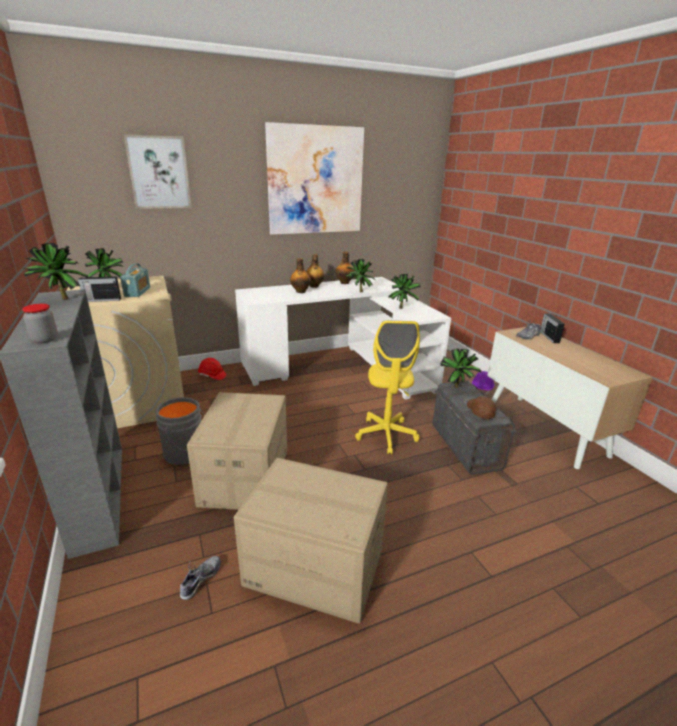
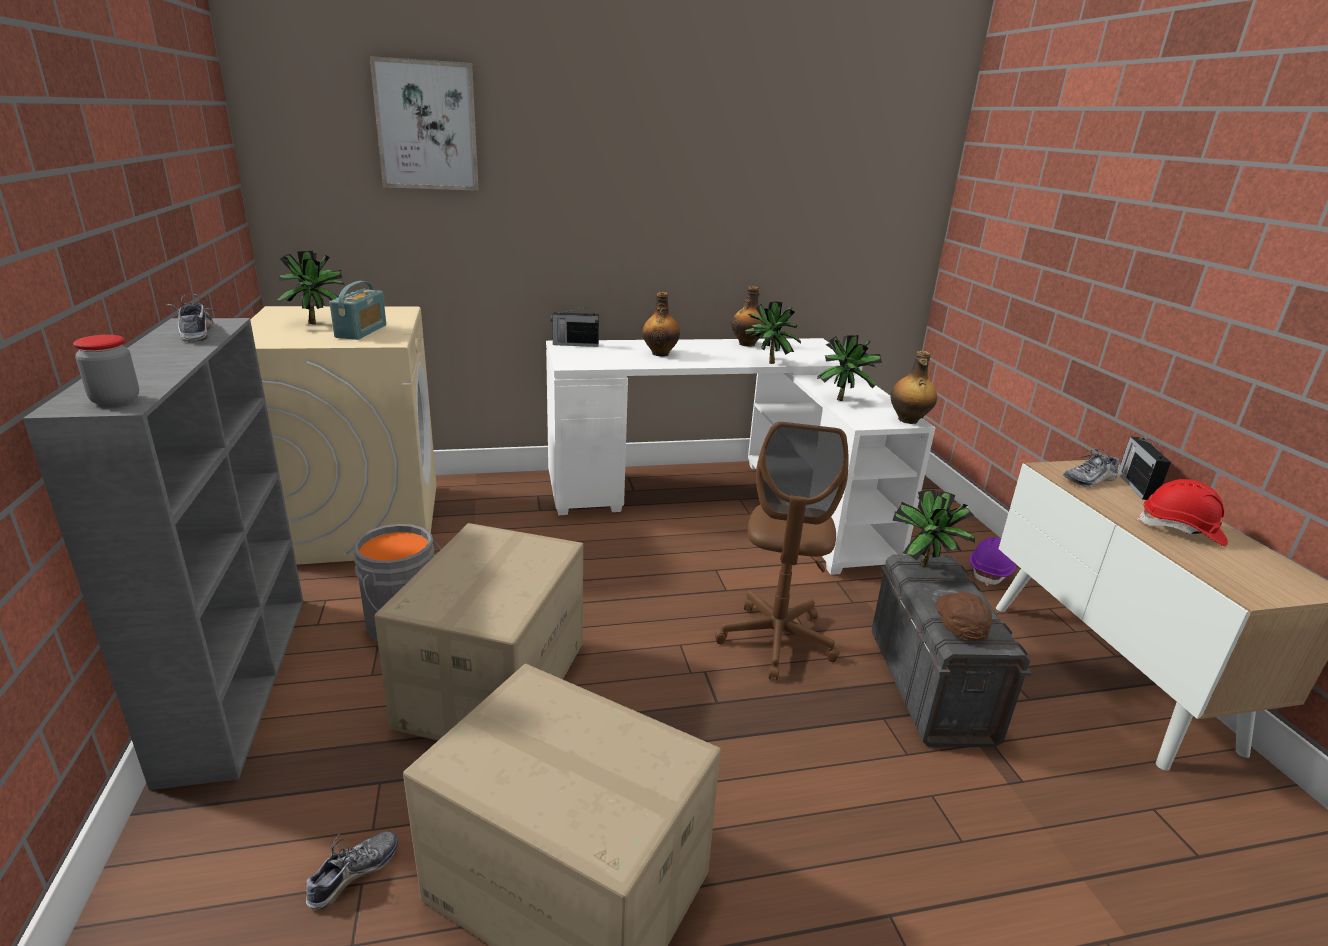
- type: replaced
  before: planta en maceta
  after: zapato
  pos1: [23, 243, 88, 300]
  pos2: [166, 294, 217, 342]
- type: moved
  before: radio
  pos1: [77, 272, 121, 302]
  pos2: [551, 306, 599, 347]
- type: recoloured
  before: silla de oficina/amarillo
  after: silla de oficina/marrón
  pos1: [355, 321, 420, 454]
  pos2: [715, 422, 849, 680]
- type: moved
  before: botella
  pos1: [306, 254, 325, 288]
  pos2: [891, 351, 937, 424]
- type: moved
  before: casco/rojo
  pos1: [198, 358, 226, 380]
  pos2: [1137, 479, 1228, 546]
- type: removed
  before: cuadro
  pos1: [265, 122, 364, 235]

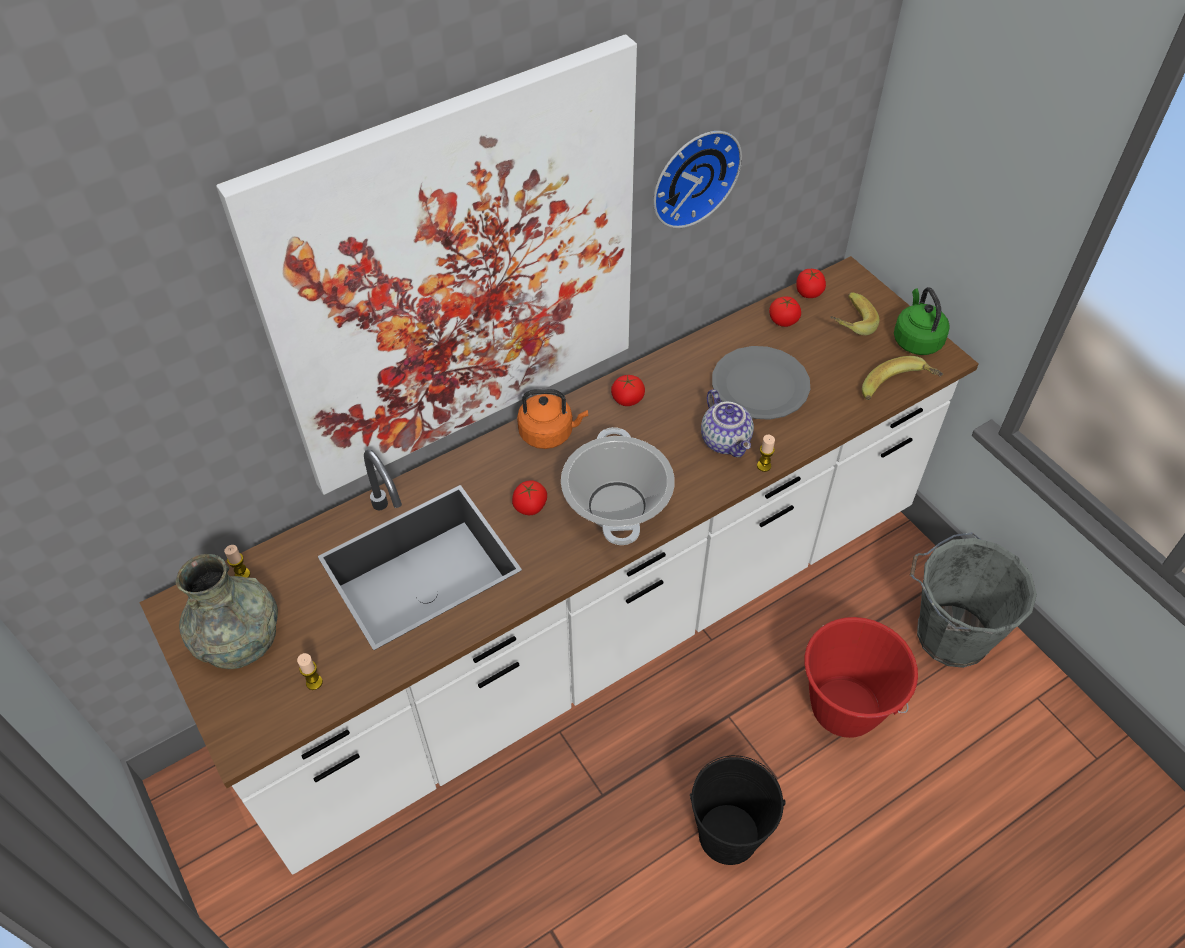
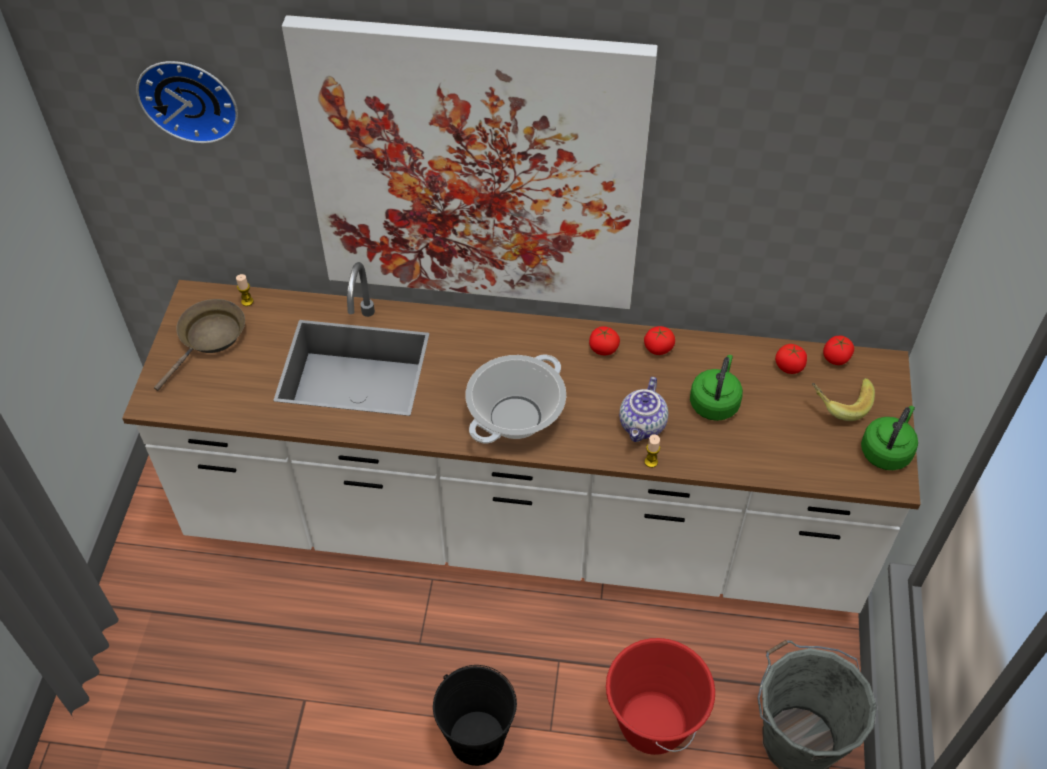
- type: moved
  before: reloj de pared
  pos1: [653, 131, 742, 228]
  pos2: [136, 61, 238, 144]
- type: replaced
  before: florero/gris
  after: sartén/marrón
  pos1: [176, 554, 278, 669]
  pos2: [154, 299, 245, 391]
- type: moved
  before: tomate
  pos1: [512, 480, 547, 515]
  pos2: [644, 326, 675, 355]
- type: replaced
  before: plato/gris
  after: hervidor/verde
  pos1: [712, 346, 810, 420]
  pos2: [690, 355, 743, 421]
- type: removed
  before: vela
  pos1: [297, 653, 323, 690]
- type: removed
  before: hervidor/naranja
  pos1: [517, 389, 588, 449]
- type: removed
  before: plátano
  pos1: [862, 356, 943, 400]

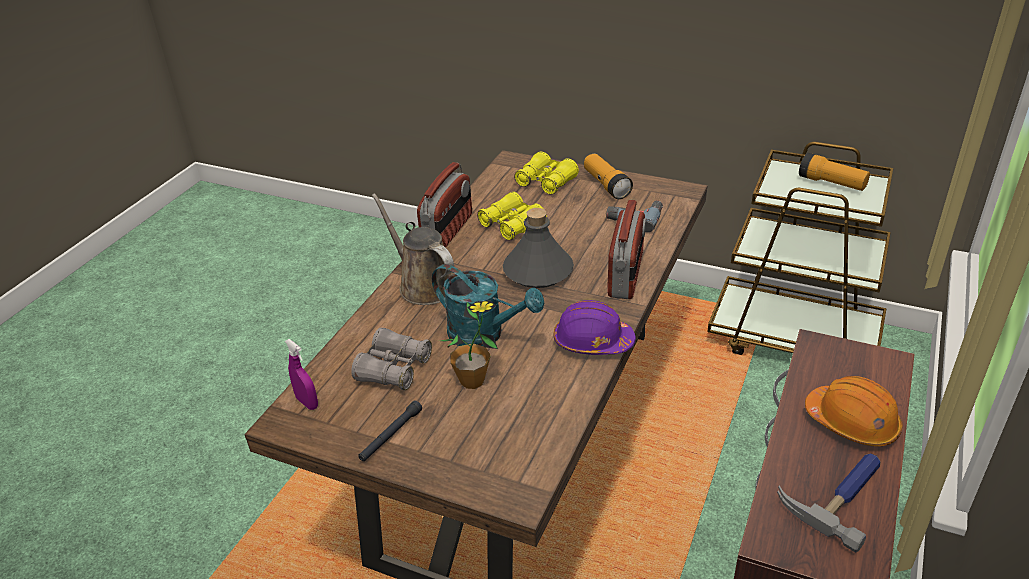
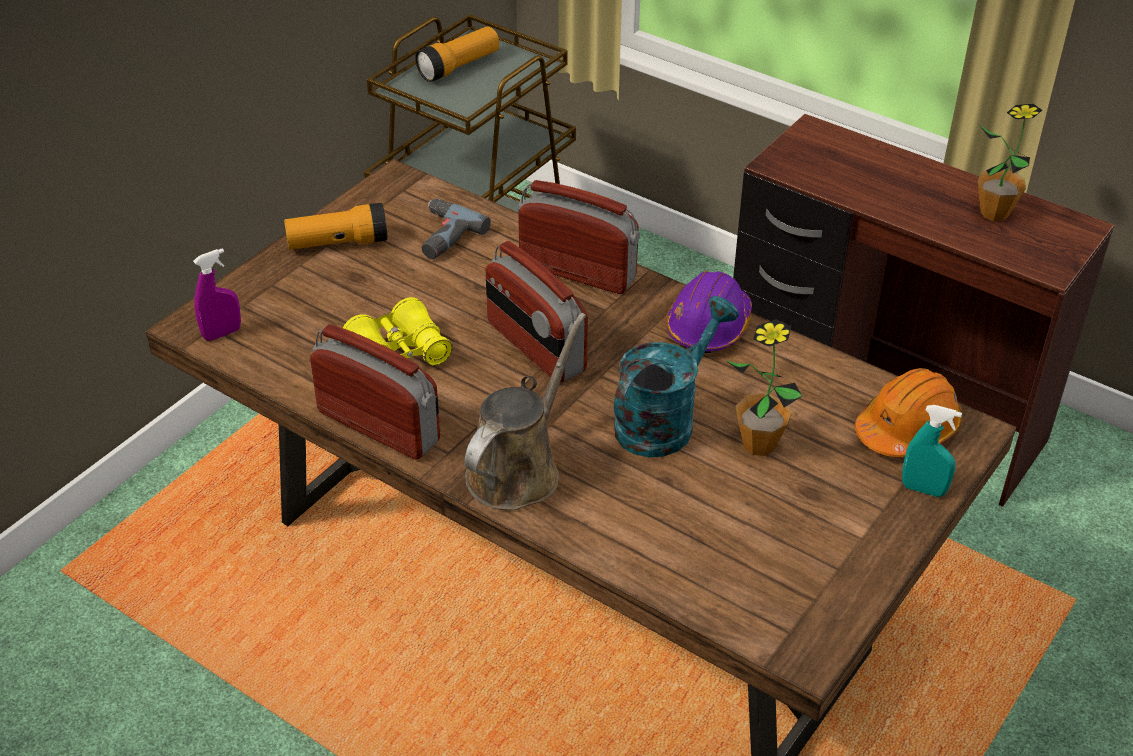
- type: moved
  before: pulverizador/morado
  pos1: [285, 339, 318, 410]
  pos2: [193, 248, 241, 341]
- type: turned
  before: regadera/marrón
  pos1: [372, 193, 454, 305]
  pos2: [465, 313, 586, 510]
  turn: 150
- type: replaced
  before: botella/gris
  after: radio
  pos1: [503, 208, 574, 288]
  pos2: [486, 241, 588, 383]
- type: moved
  before: casco/naranja
  pos1: [805, 376, 903, 446]
  pos2: [855, 368, 963, 457]
- type: added
  after: pulverizador/turquesa
  pos2: [902, 405, 962, 497]
- type: replaced
  before: martillo
  after: planta en maceta
  pos1: [777, 454, 880, 553]
  pos2: [978, 104, 1042, 221]
- type: removed
  before: prismáticos/gris
  pos1: [351, 328, 432, 390]
- type: removed
  before: linterna/negro
  pos1: [358, 400, 422, 461]
- type: removed
  before: prismáticos/amarillo
  pos1: [514, 152, 579, 194]

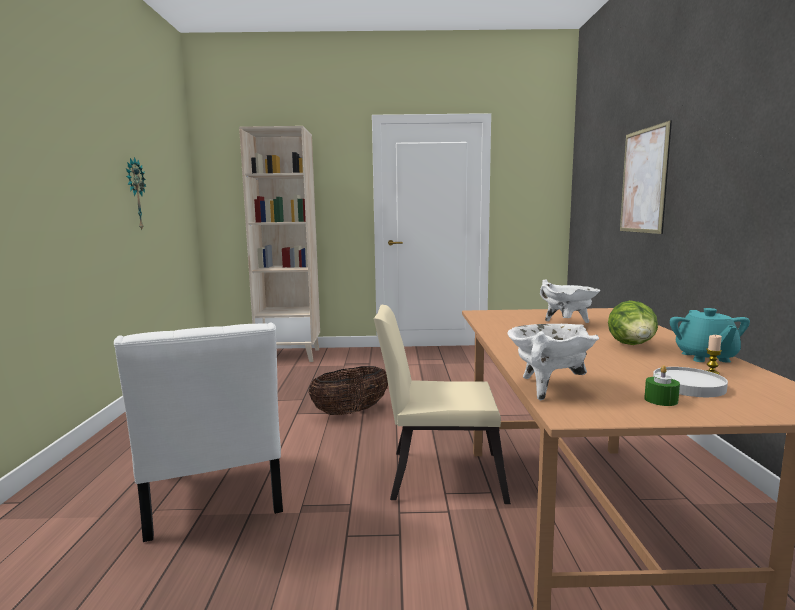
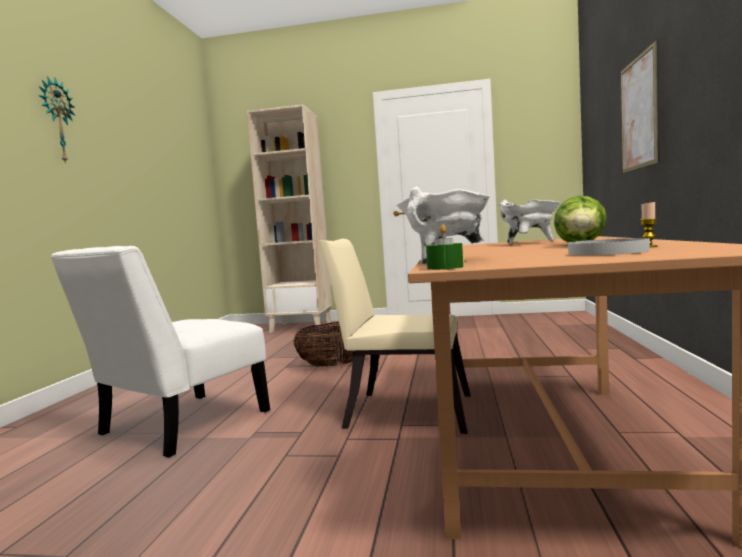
- type: moved
  before: reloj de pared
  pos1: [126, 157, 146, 230]
  pos2: [38, 76, 75, 164]
- type: turned
  before: silla/blanco
  pos1: [114, 322, 283, 542]
  pos2: [50, 246, 270, 458]
  turn: 45
- type: moved
  before: vela/verde
  pos1: [644, 365, 680, 406]
  pos2: [426, 225, 463, 270]
- type: removed
  before: tetera/turquesa
  pos1: [670, 308, 750, 363]

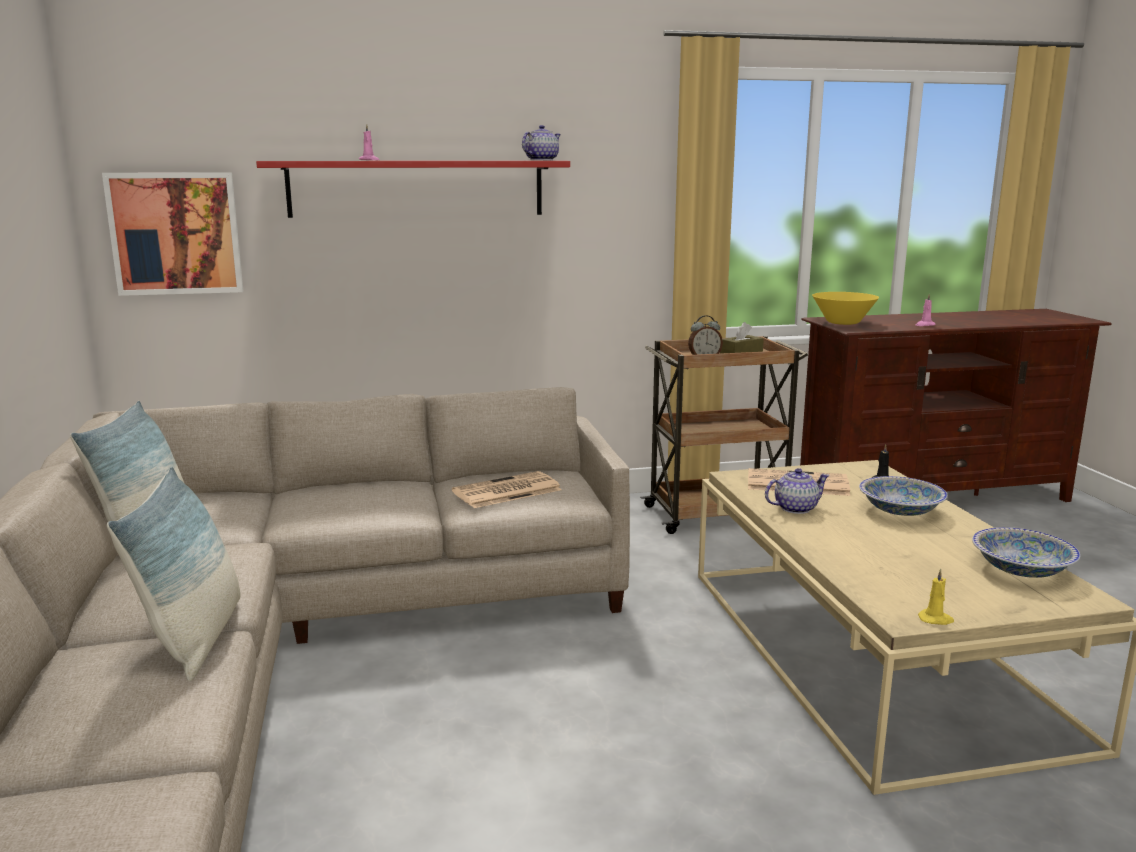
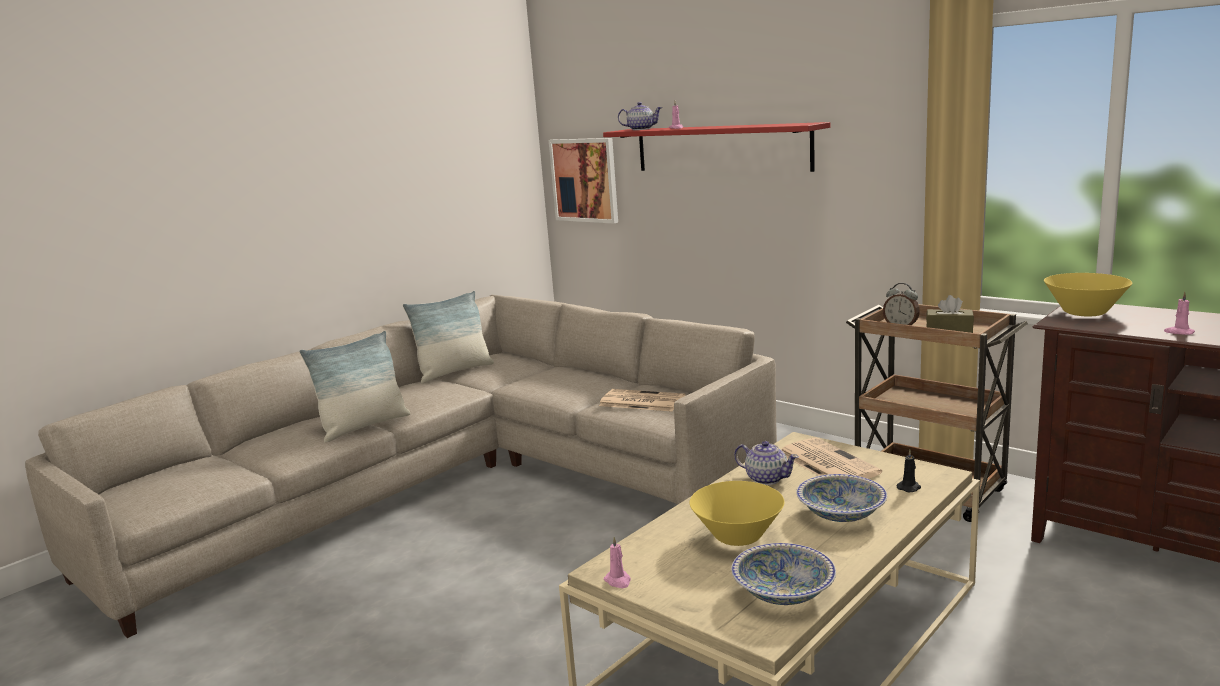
- type: recoloured
  before: vela/amarillo
  after: vela/rosa
  pos1: [918, 569, 954, 625]
  pos2: [604, 537, 631, 588]
- type: moved
  before: tetera
  pos1: [522, 125, 561, 160]
  pos2: [618, 102, 663, 130]
- type: added
  after: cuenco/amarillo
  pos2: [690, 481, 785, 546]

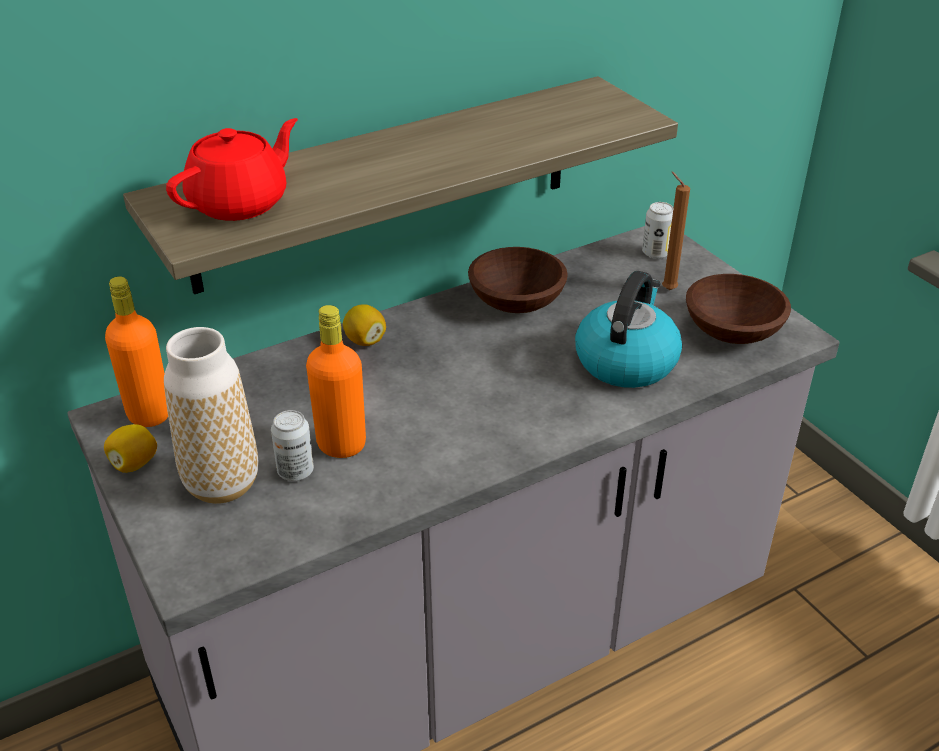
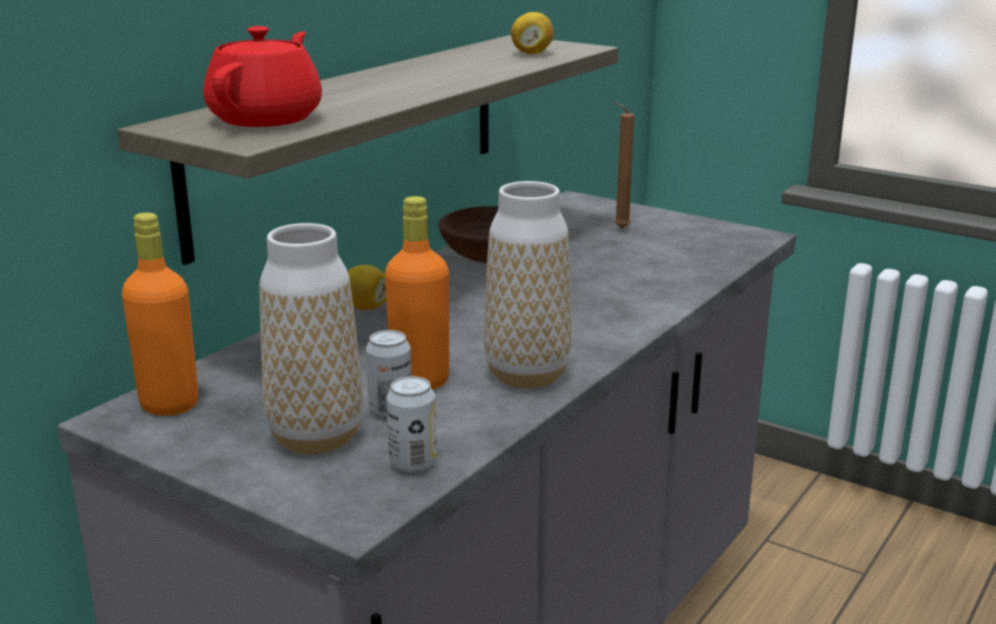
- type: moved
  before: lata
  pos1: [642, 202, 673, 259]
  pos2: [386, 376, 437, 473]
- type: added
  after: florero
  pos2: [484, 181, 572, 388]
- type: moved
  before: limón
  pos1: [104, 424, 157, 473]
  pos2: [511, 12, 554, 54]
- type: removed
  before: hervidor
  pos1: [575, 271, 682, 388]
- type: removed
  before: cuenco/marrón
  pos1: [686, 274, 791, 344]

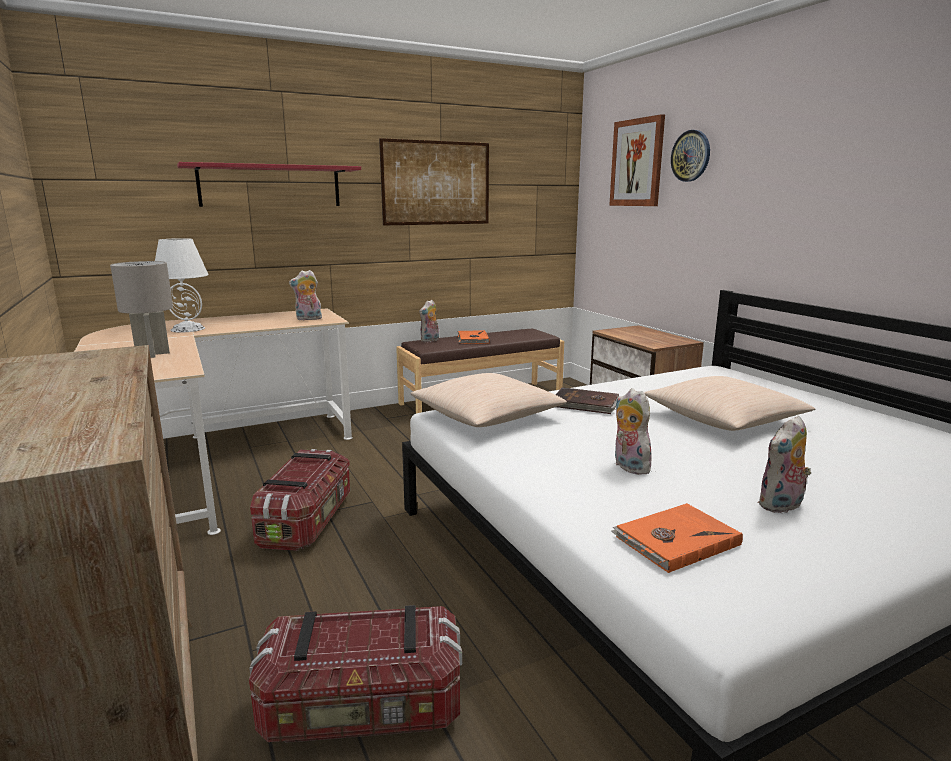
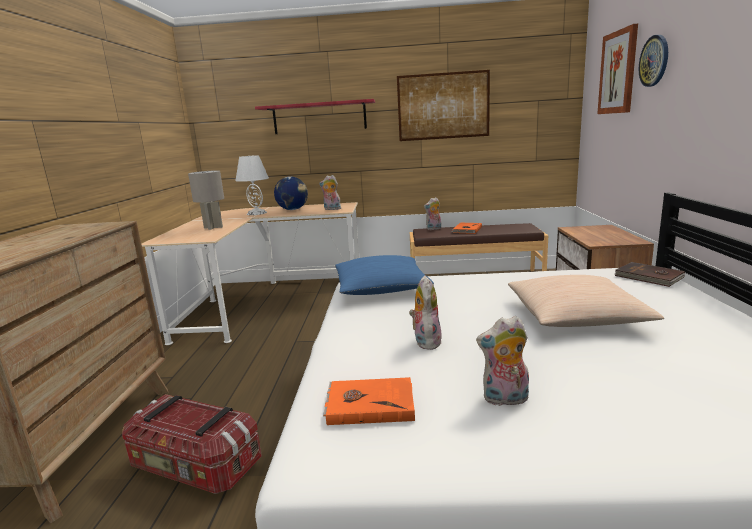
- type: added
  after: globo terráqueo
  pos2: [274, 176, 308, 210]
- type: recoloured
  before: cojín/beis
  after: cojín/azul
  pos1: [410, 373, 567, 427]
  pos2: [335, 255, 434, 295]
- type: moved
  before: libro/marrón
  pos1: [555, 387, 619, 414]
  pos2: [615, 262, 685, 287]
- type: removed
  before: caja de almacenaje
  pos1: [250, 449, 350, 551]

